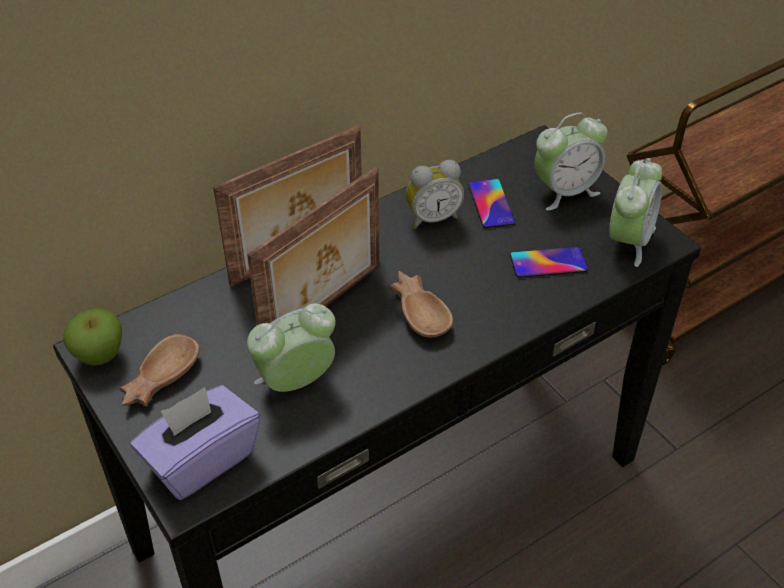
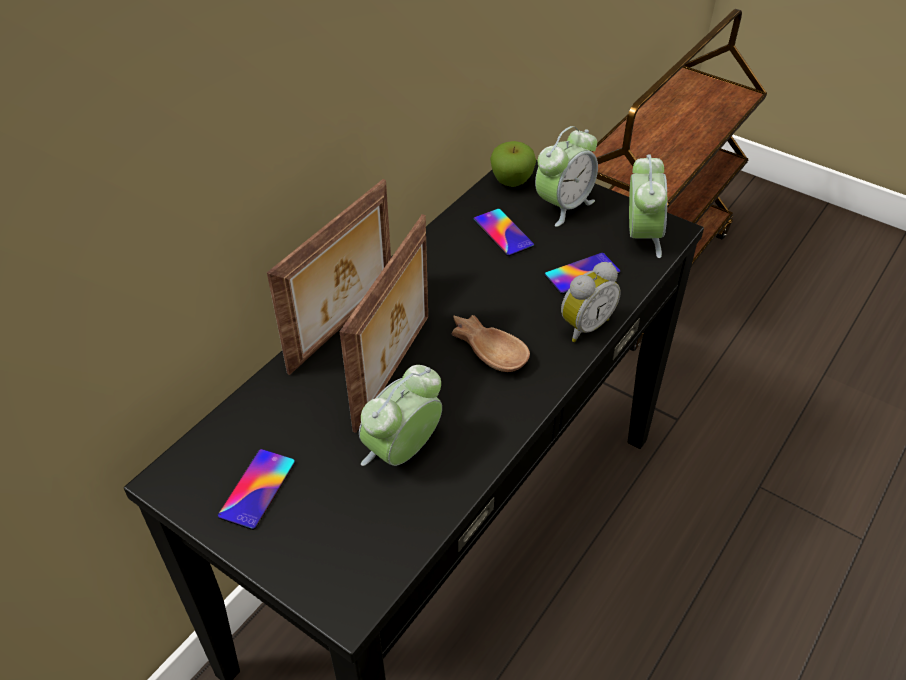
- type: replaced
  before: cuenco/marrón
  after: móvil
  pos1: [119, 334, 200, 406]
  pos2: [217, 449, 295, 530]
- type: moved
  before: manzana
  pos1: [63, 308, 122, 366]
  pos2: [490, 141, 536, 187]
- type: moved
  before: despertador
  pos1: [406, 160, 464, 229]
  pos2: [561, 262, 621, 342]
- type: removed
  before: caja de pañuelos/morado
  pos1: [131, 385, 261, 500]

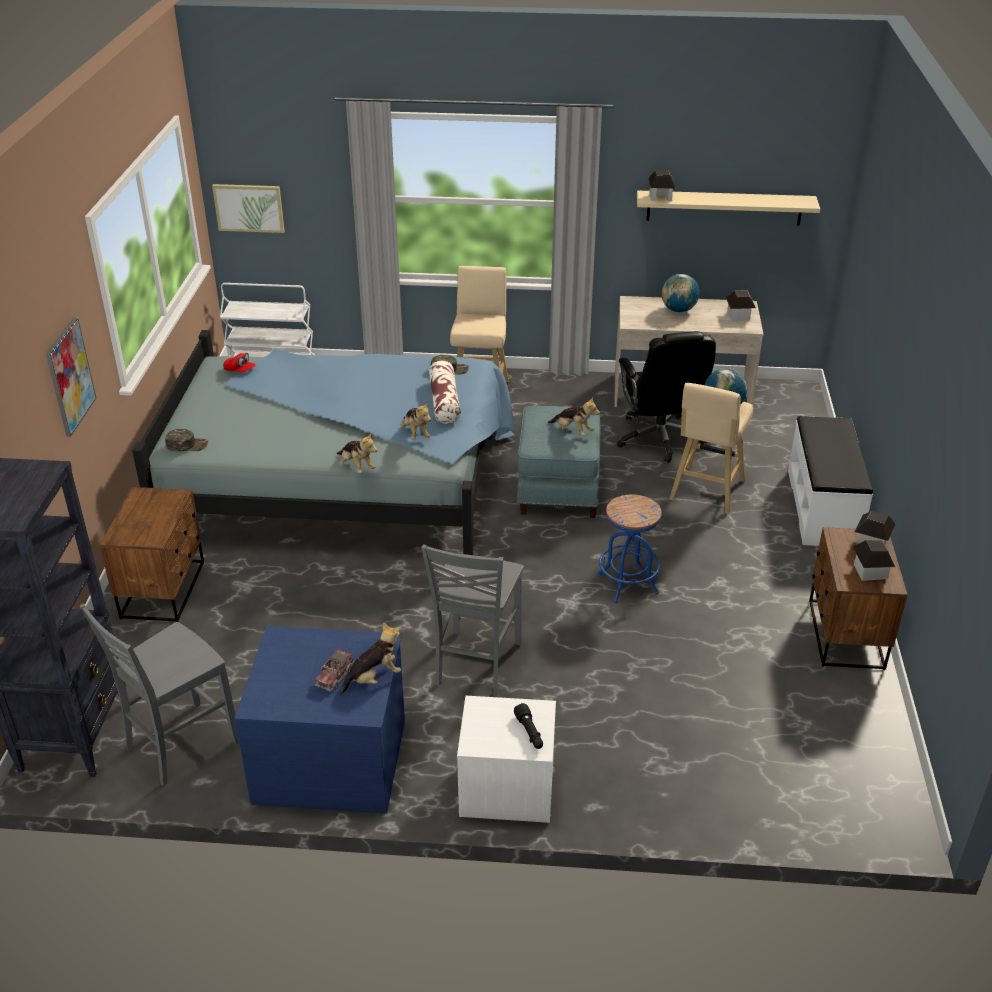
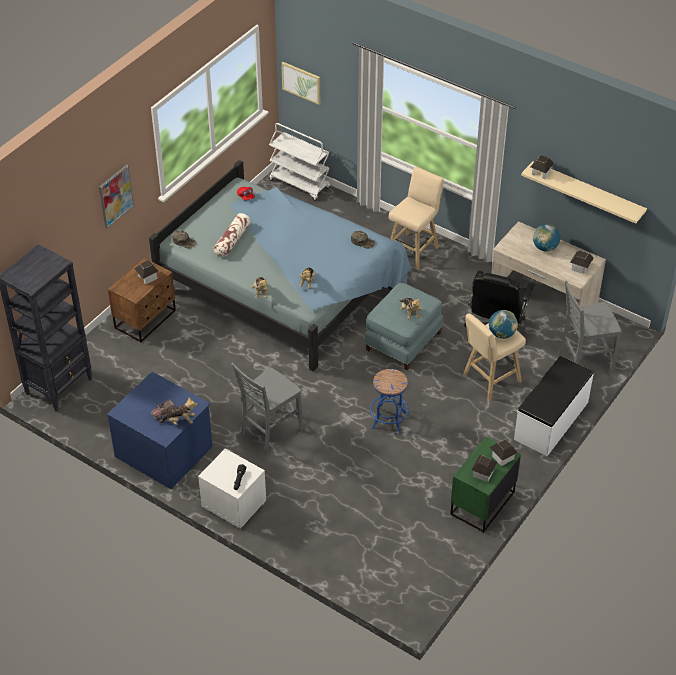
- type: added
  after: casita
  pos2: [135, 260, 158, 284]
- type: moved
  before: cojín
  pos1: [429, 361, 461, 424]
  pos2: [213, 213, 251, 257]
- type: recoloured
  before: mesita de noche/marrón
  after: mesita de noche/verde
  pos1: [809, 527, 908, 670]
  pos2: [450, 437, 521, 533]
- type: moved
  before: silla/gris
  pos1: [80, 603, 239, 786]
  pos2: [558, 281, 621, 372]

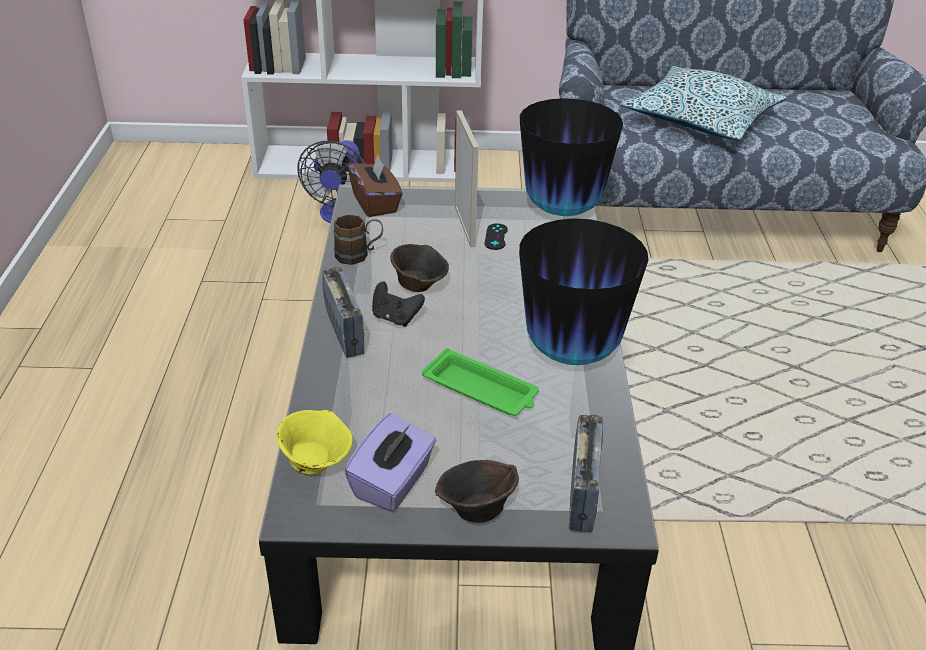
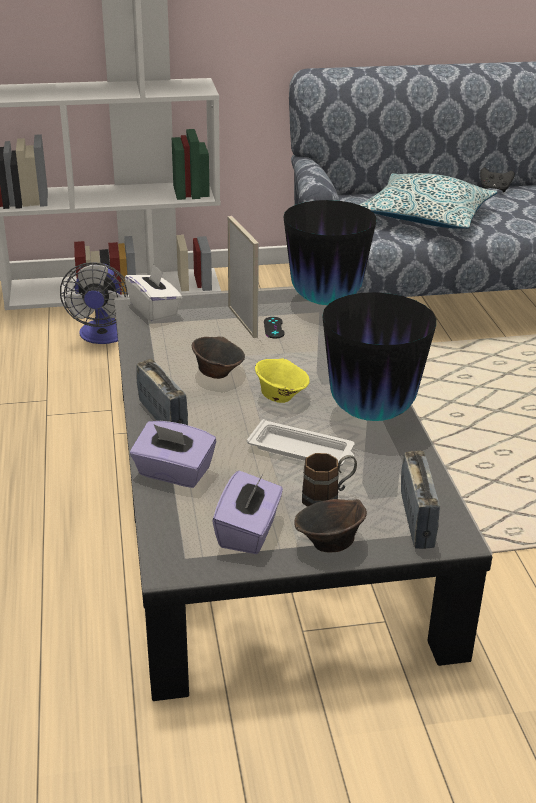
- type: recoloured
  before: caja de pañuelos/marrón
  after: caja de pañuelos/blanco
  pos1: [348, 154, 402, 217]
  pos2: [125, 263, 182, 322]
- type: added
  after: caja de pañuelos/morado
  pos2: [130, 421, 216, 488]
- type: recoloured
  before: bandeja/verde
  after: bandeja/blanco
  pos1: [422, 348, 539, 416]
  pos2: [247, 419, 355, 466]
- type: moved
  before: cuenco/amarillo
  pos1: [277, 410, 353, 475]
  pos2: [255, 358, 310, 403]
- type: moved
  before: taza grande/marrón
  pos1: [334, 214, 383, 265]
  pos2: [302, 453, 357, 507]
- type: moved
  before: mando de consola/negro
  pos1: [372, 281, 425, 327]
  pos2: [480, 168, 515, 192]

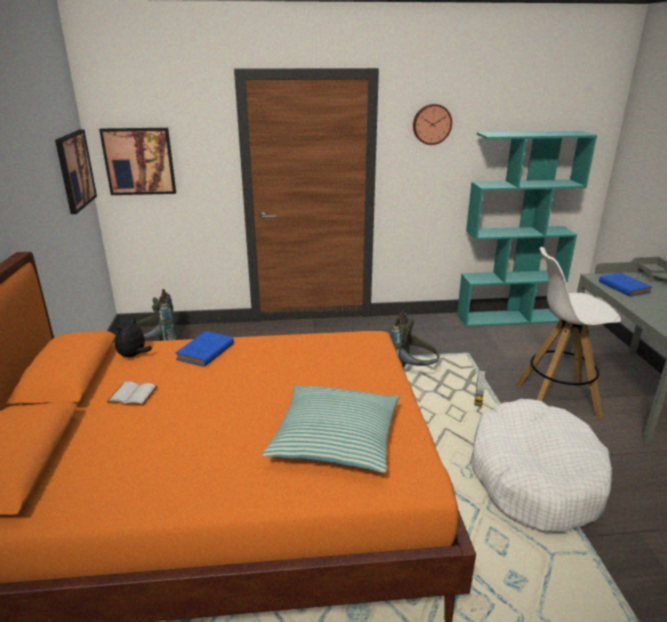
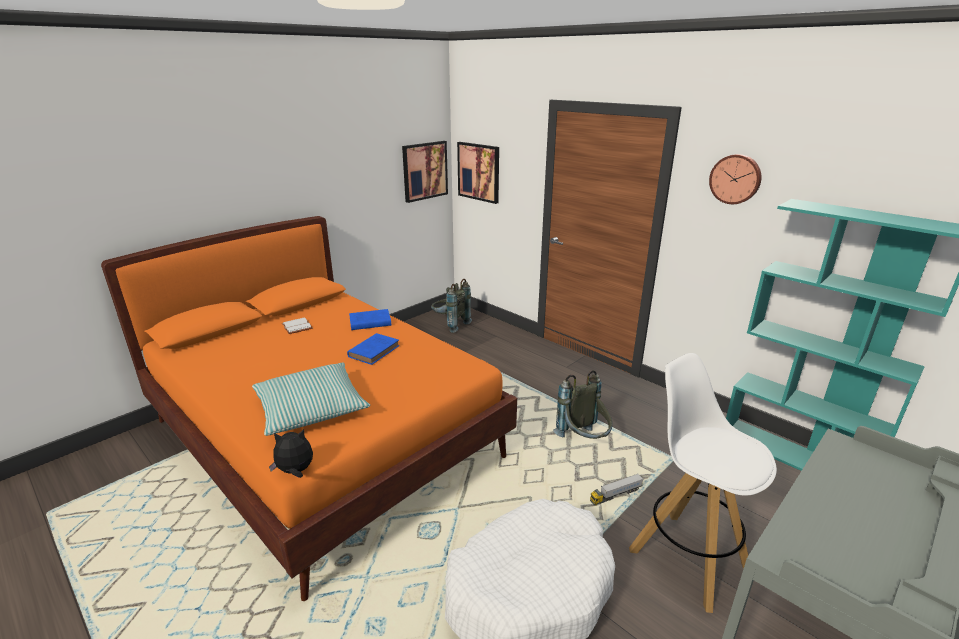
- type: moved
  before: peluche
  pos1: [115, 317, 152, 358]
  pos2: [269, 429, 313, 478]
- type: moved
  before: libro/azul
  pos1: [599, 273, 652, 297]
  pos2: [347, 333, 399, 365]

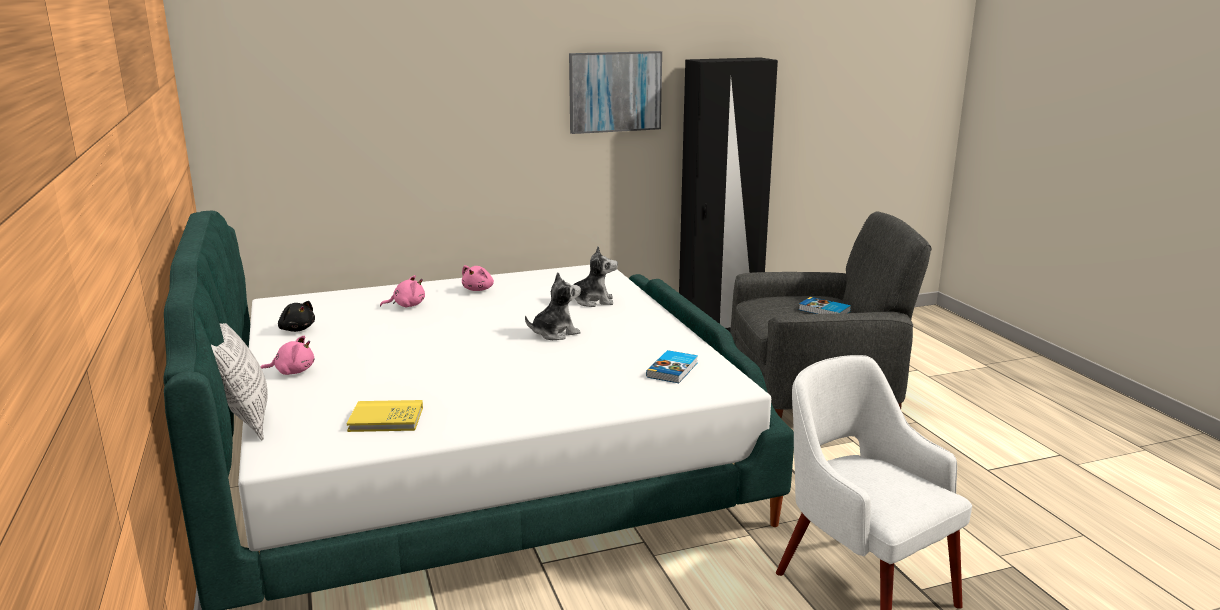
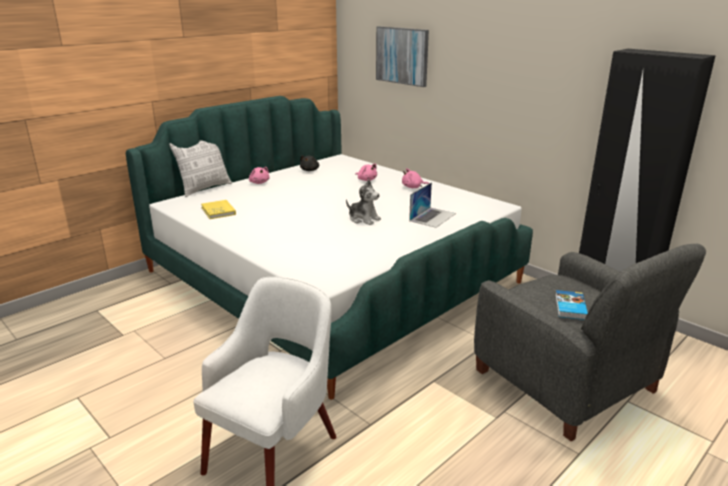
- type: moved
  before: cuadro
  pos1: [569, 51, 662, 134]
  pos2: [376, 26, 429, 87]
- type: replaced
  before: peluche
  after: portátil
  pos1: [563, 246, 618, 307]
  pos2: [409, 182, 456, 228]
- type: removed
  before: libro
  pos1: [646, 350, 698, 383]

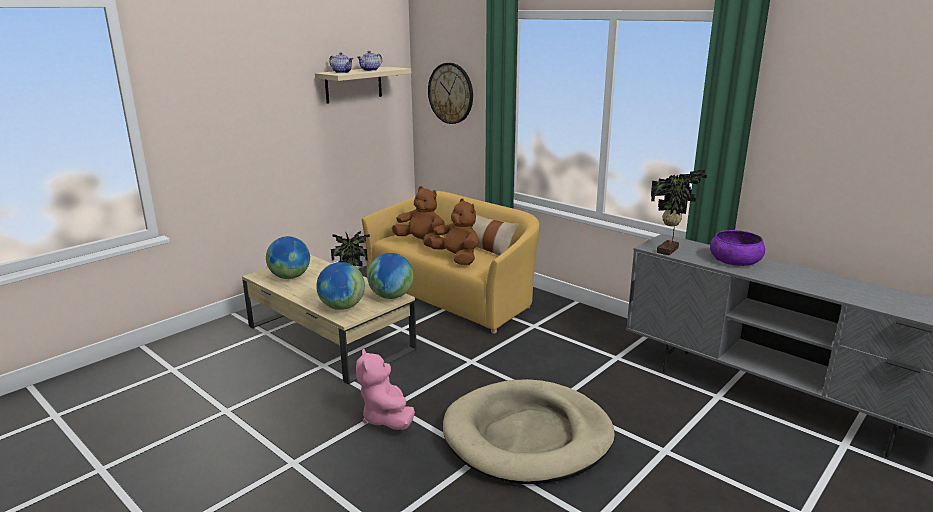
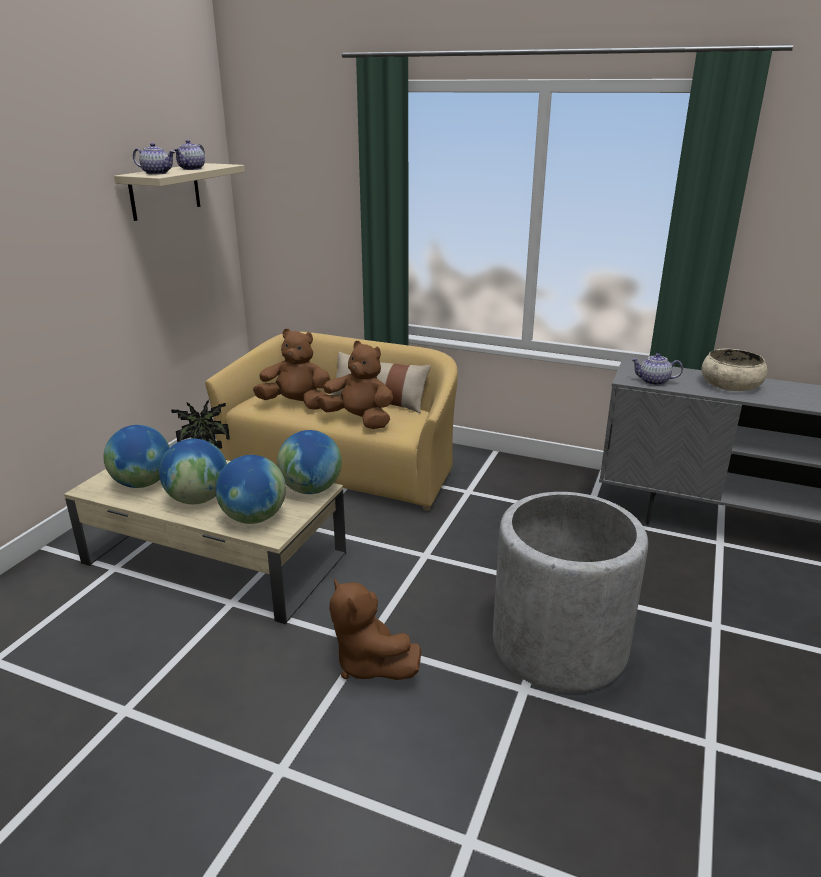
- type: added
  after: globo terráqueo
  pos2: [159, 439, 227, 504]
- type: recoloured
  before: peluche/rosa
  after: peluche/marrón
  pos1: [356, 349, 415, 430]
  pos2: [329, 579, 421, 680]
- type: replaced
  before: cama para perro/beis
  after: maceta/gris
  pos1: [443, 379, 615, 484]
  pos2: [493, 492, 648, 693]
- type: replaced
  before: planta en maceta
  after: tetera
  pos1: [651, 170, 707, 255]
  pos2: [631, 353, 683, 385]
- type: recoloured
  before: cuenco/morado
  after: cuenco/beis
  pos1: [710, 230, 765, 266]
  pos2: [702, 348, 767, 391]
- type: removed
  before: reloj de pared
  pos1: [428, 63, 473, 124]

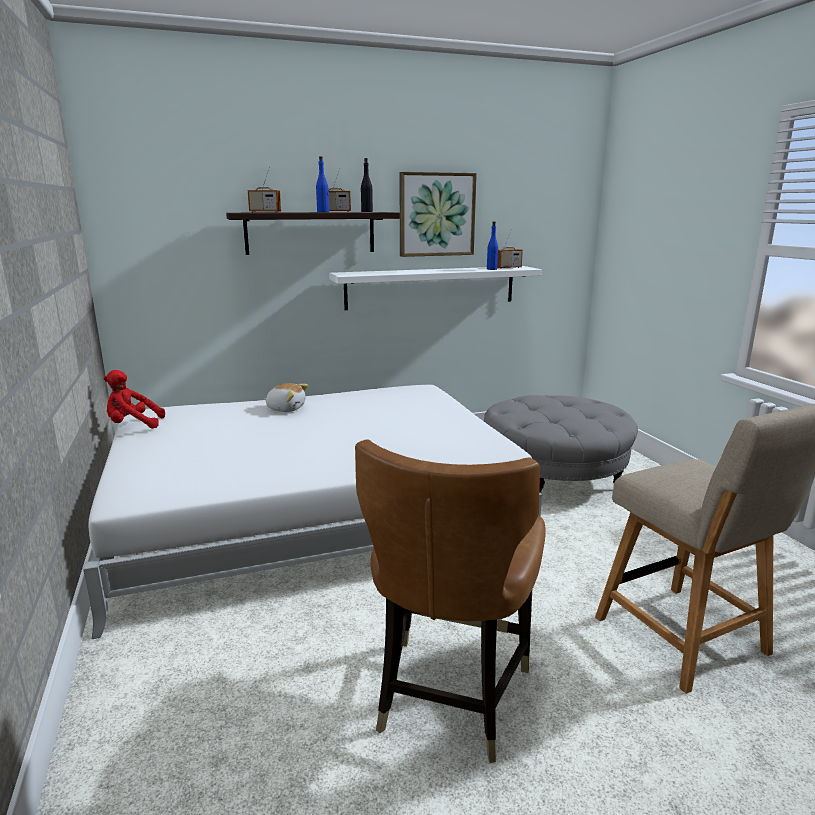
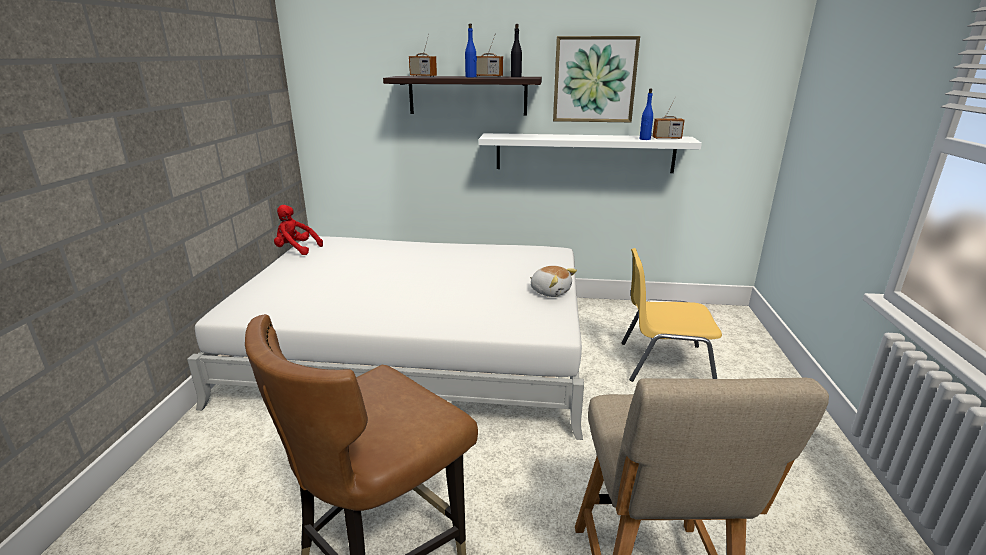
- type: moved
  before: peluche
  pos1: [264, 383, 308, 412]
  pos2: [530, 266, 577, 297]
- type: replaced
  before: puf/gris
  after: silla/amarillo
  pos1: [484, 395, 638, 494]
  pos2: [622, 248, 722, 382]

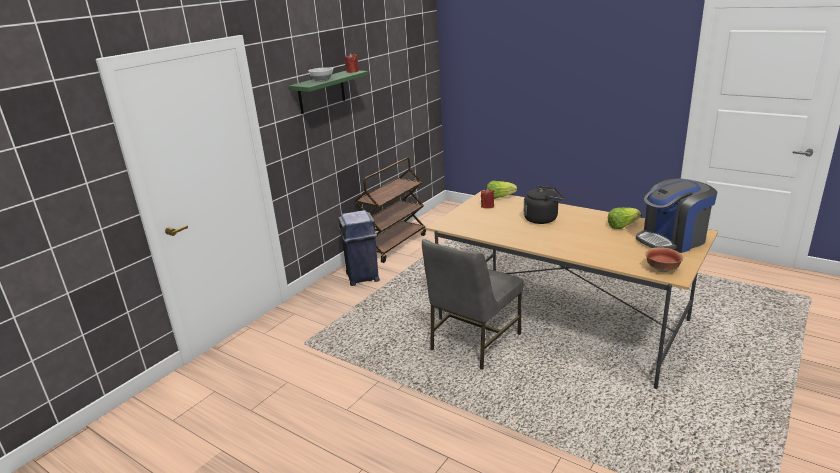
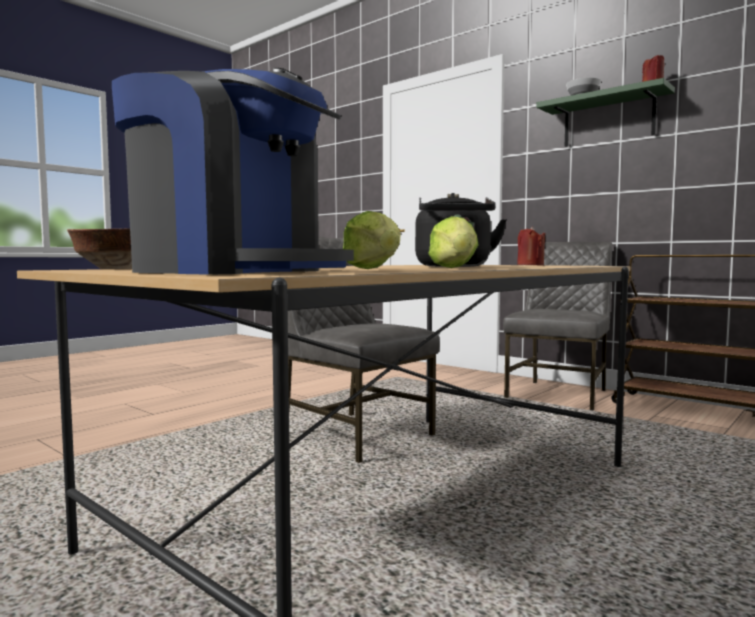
- type: turned
  before: cafetera
  pos1: [636, 178, 717, 253]
  pos2: [112, 68, 354, 275]
  turn: 135
- type: moved
  before: lechuga
  pos1: [487, 181, 517, 199]
  pos2: [428, 216, 479, 268]
- type: replaced
  before: papelera/azul
  after: silla/gris
  pos1: [338, 210, 380, 286]
  pos2: [503, 242, 612, 411]

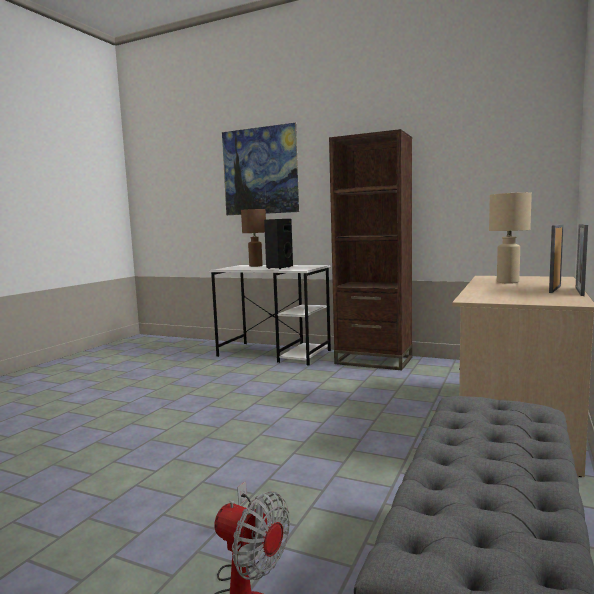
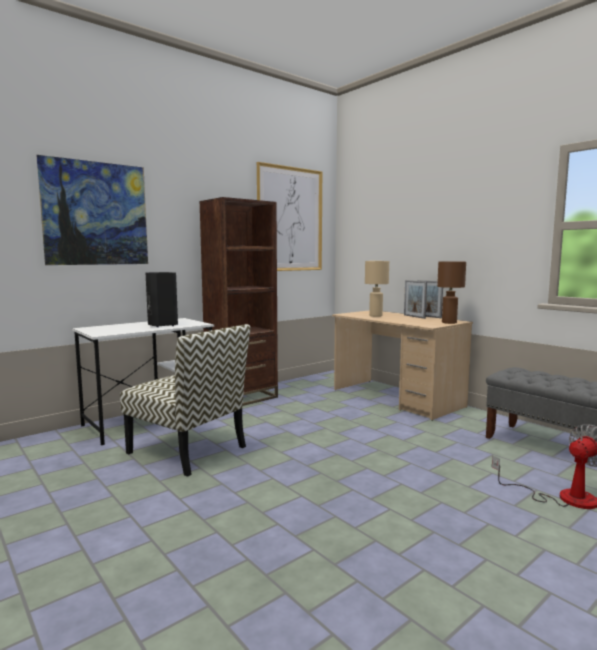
- type: added
  after: silla
  pos2: [120, 324, 250, 477]
- type: added
  after: cuadro
  pos2: [257, 162, 322, 271]
- type: moved
  before: lámpara de mesa/marrón
  pos1: [241, 209, 266, 267]
  pos2: [437, 261, 466, 324]

